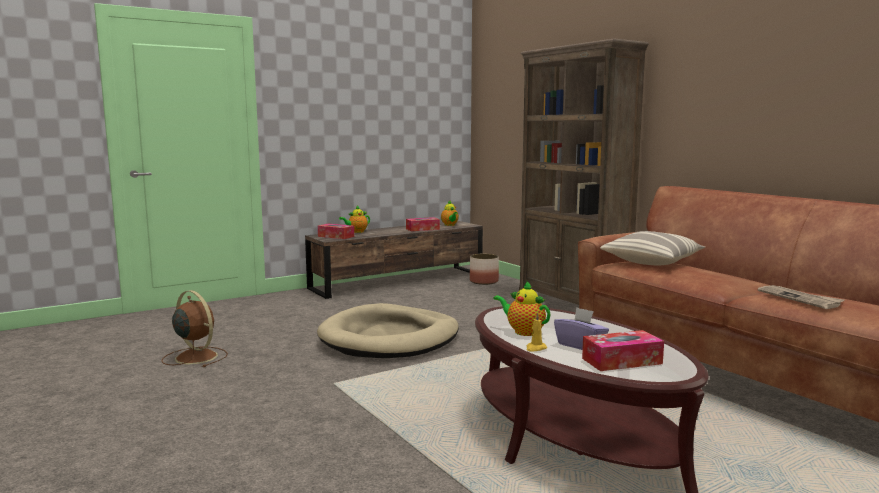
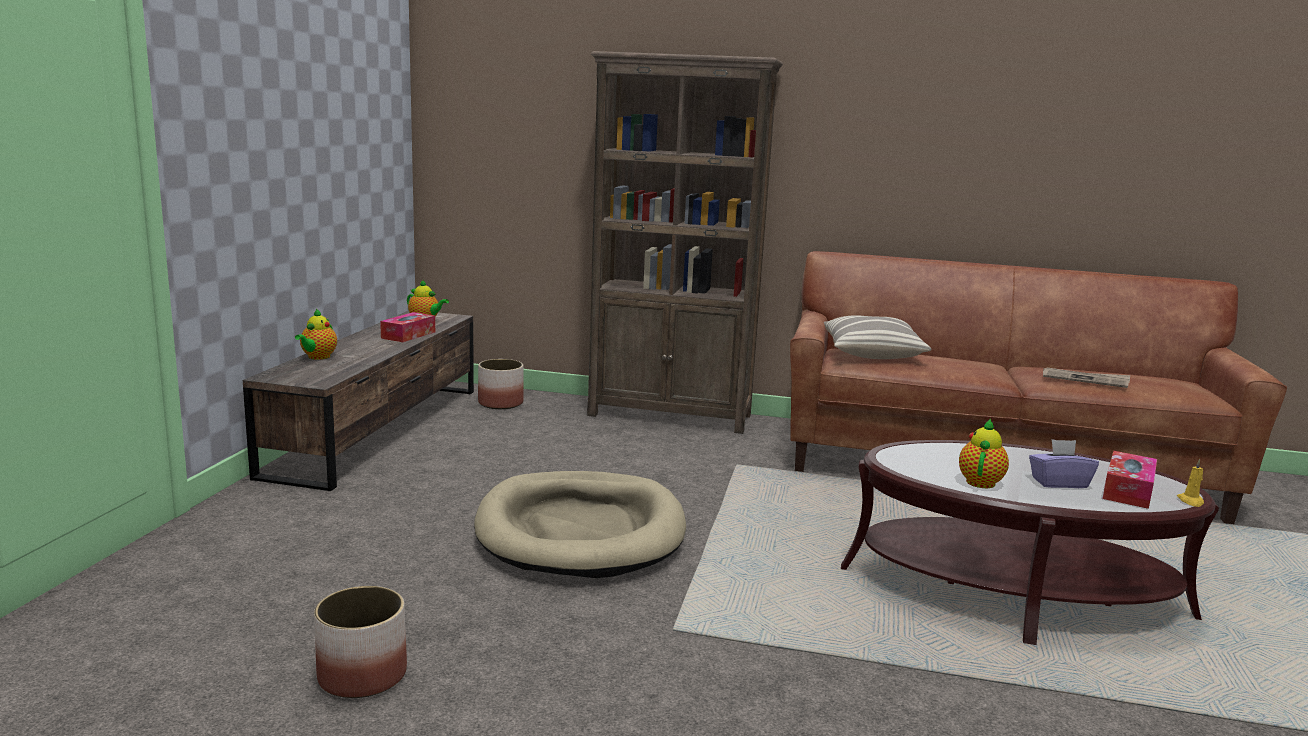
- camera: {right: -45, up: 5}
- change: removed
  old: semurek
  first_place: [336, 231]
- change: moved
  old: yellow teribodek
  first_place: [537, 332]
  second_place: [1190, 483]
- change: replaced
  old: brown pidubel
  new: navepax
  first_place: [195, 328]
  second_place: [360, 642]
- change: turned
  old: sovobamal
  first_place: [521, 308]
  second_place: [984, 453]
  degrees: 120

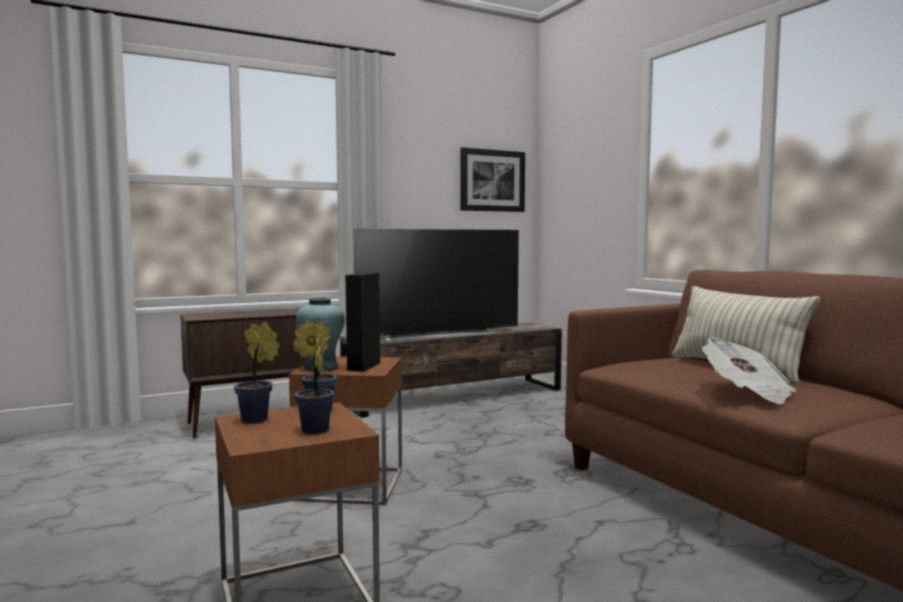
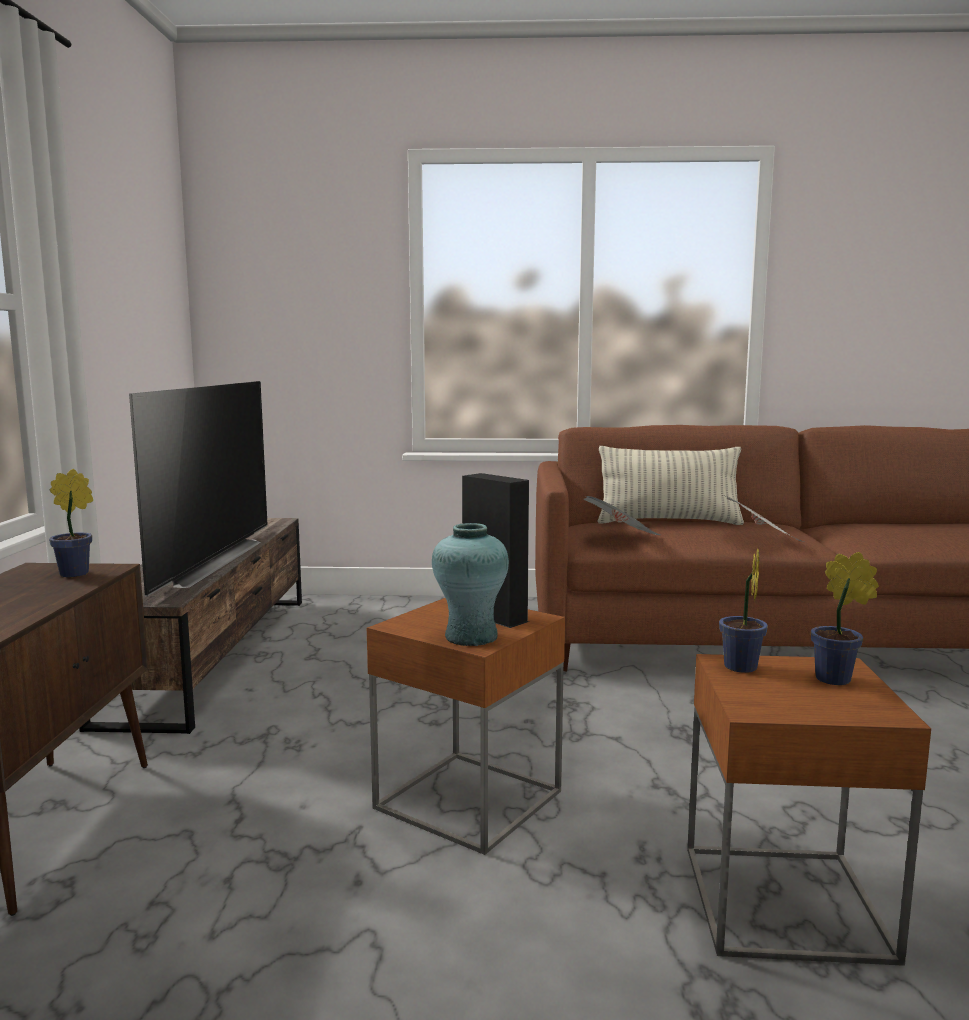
- camera: {right: -60, up: 5}
- change: removed
  old: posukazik
  first_place: [492, 179]
- change: added
  new: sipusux
  second_place: [622, 515]
- change: moved
  old: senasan
  first_place: [257, 373]
  second_place: [71, 523]

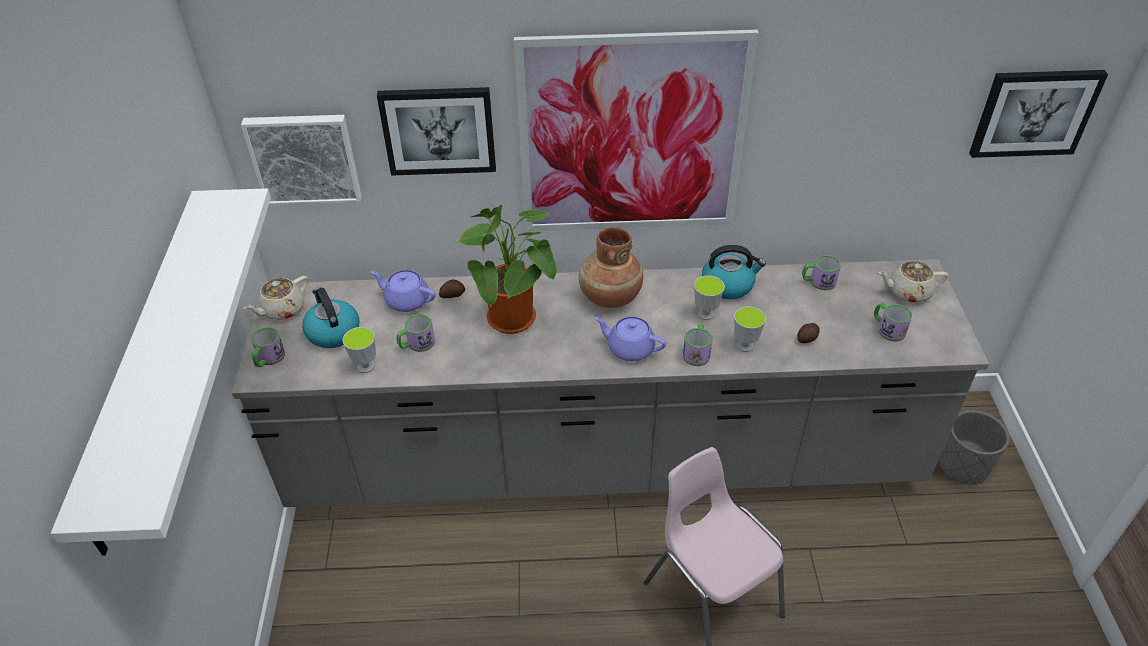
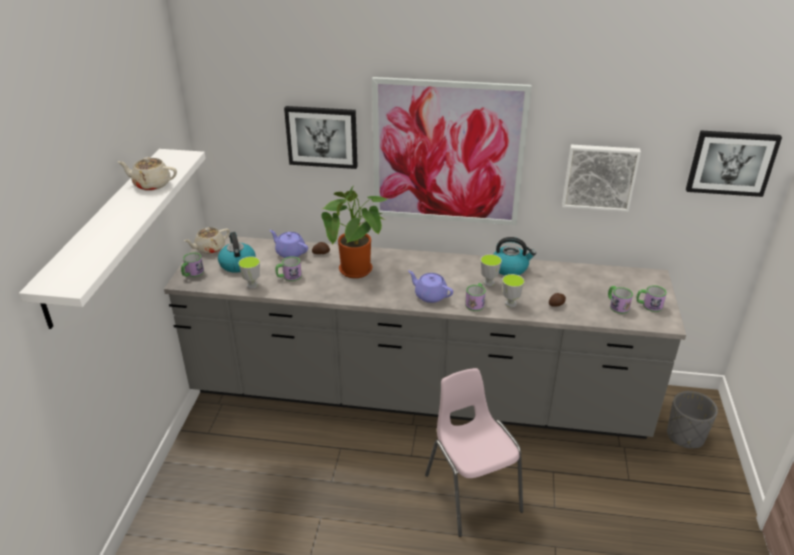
- camera: {right: 10, up: -10}
- change: removed
  old: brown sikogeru
  first_place: [611, 267]
- change: moved
  old: posukazik
  first_place: [301, 160]
  second_place: [601, 178]
- change: moved
  old: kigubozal
  first_place: [821, 272]
  second_place: [651, 298]
- change: moved
  old: beige sovobamal
  first_place: [913, 281]
  second_place: [147, 174]

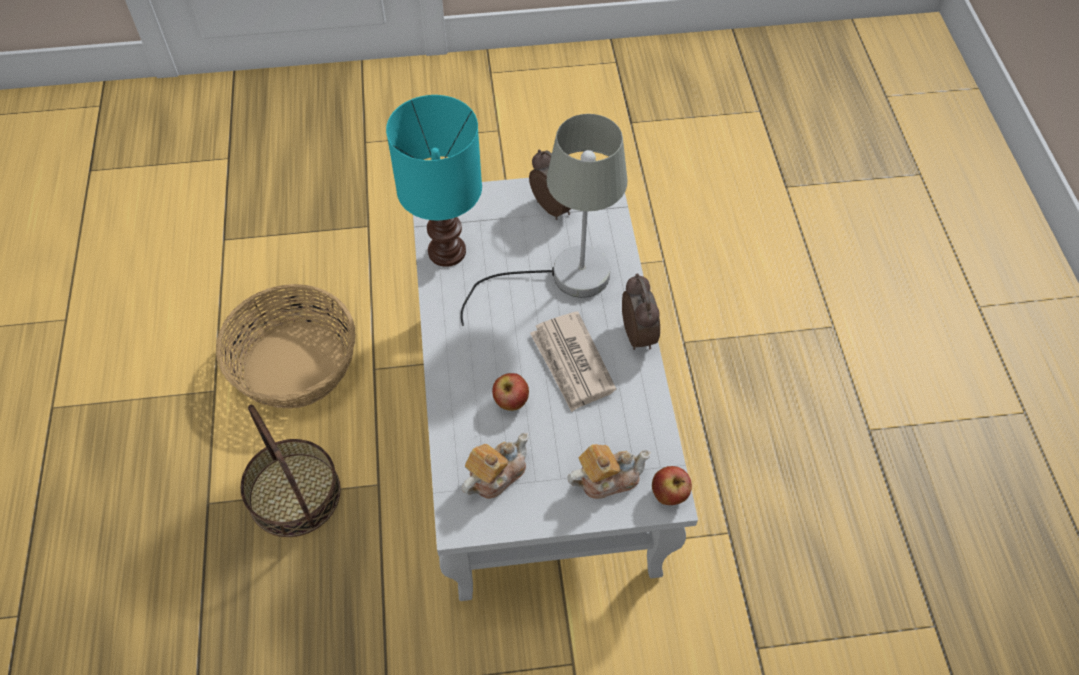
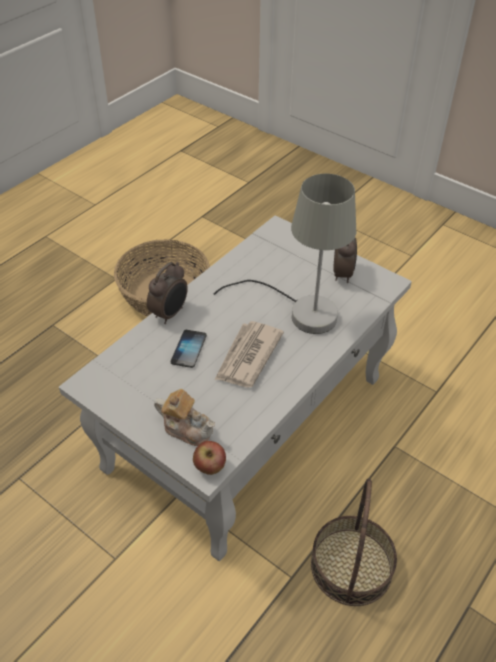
- camera: {right: 45, up: -10}
- change: removed
  old: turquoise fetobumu
  first_place: [434, 181]
- change: removed
  old: sovobamal
  first_place: [495, 465]
- change: moved
  old: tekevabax
  first_place: [291, 471]
  second_place: [354, 542]
- change: moved
  old: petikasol
  first_place: [641, 311]
  second_place: [167, 293]
- change: replaced
  old: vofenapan
  new: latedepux
  first_place: [510, 392]
  second_place: [189, 349]

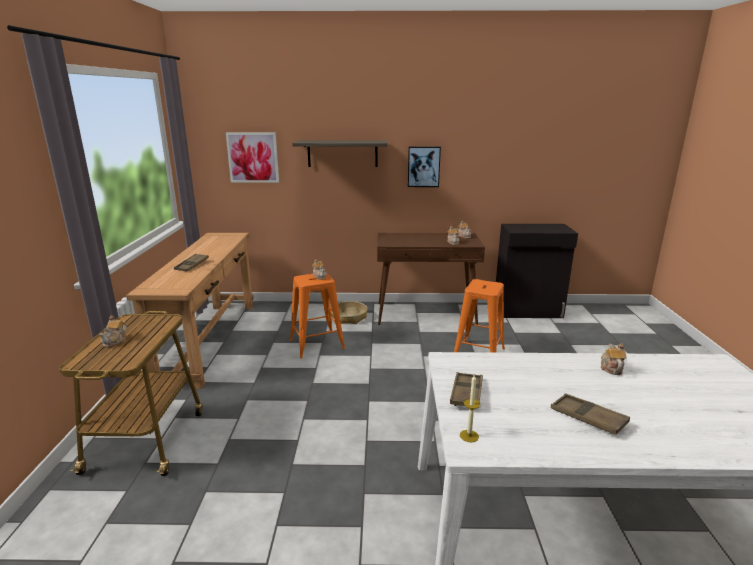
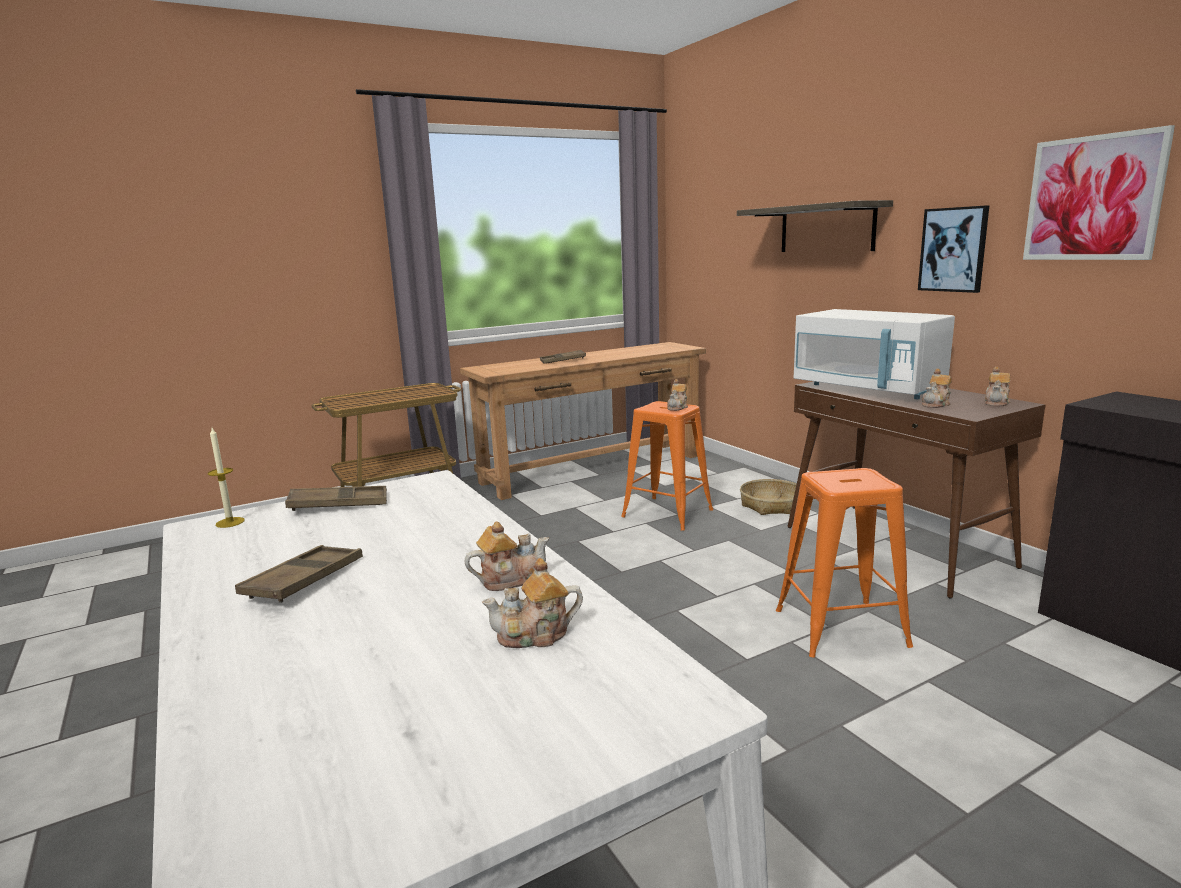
- camera: {right: 60, up: -5}
- change: added
  new: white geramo
  second_place: [874, 354]
- change: moved
  old: sovobamal
  first_place: [113, 331]
  second_place: [532, 603]
- change: moved
  old: posukazik
  first_place: [252, 158]
  second_place: [1099, 192]

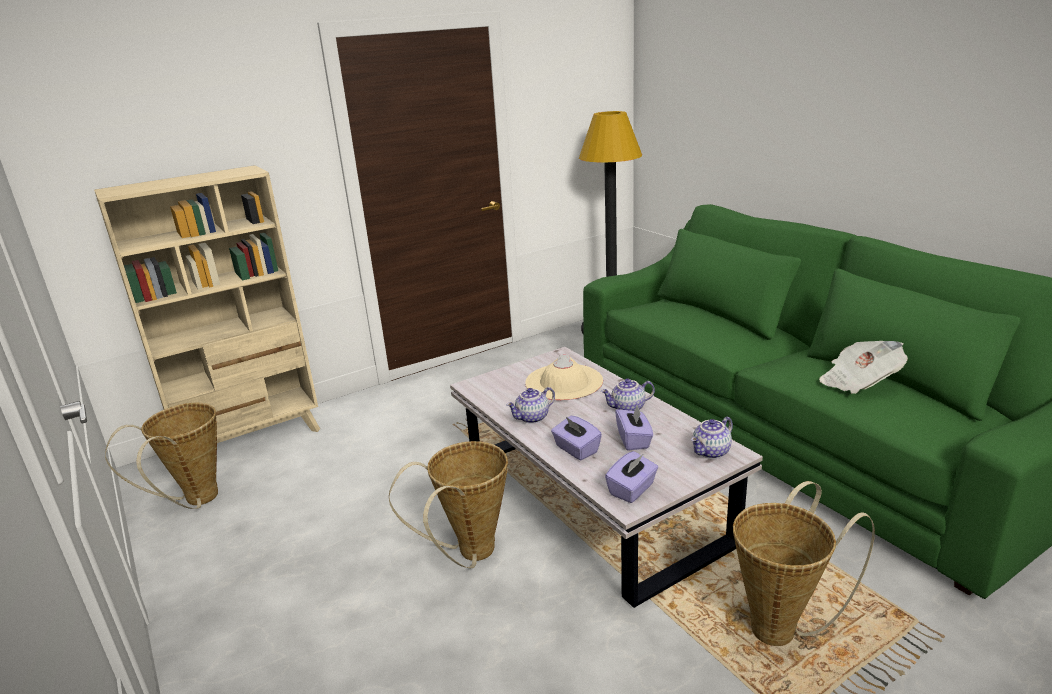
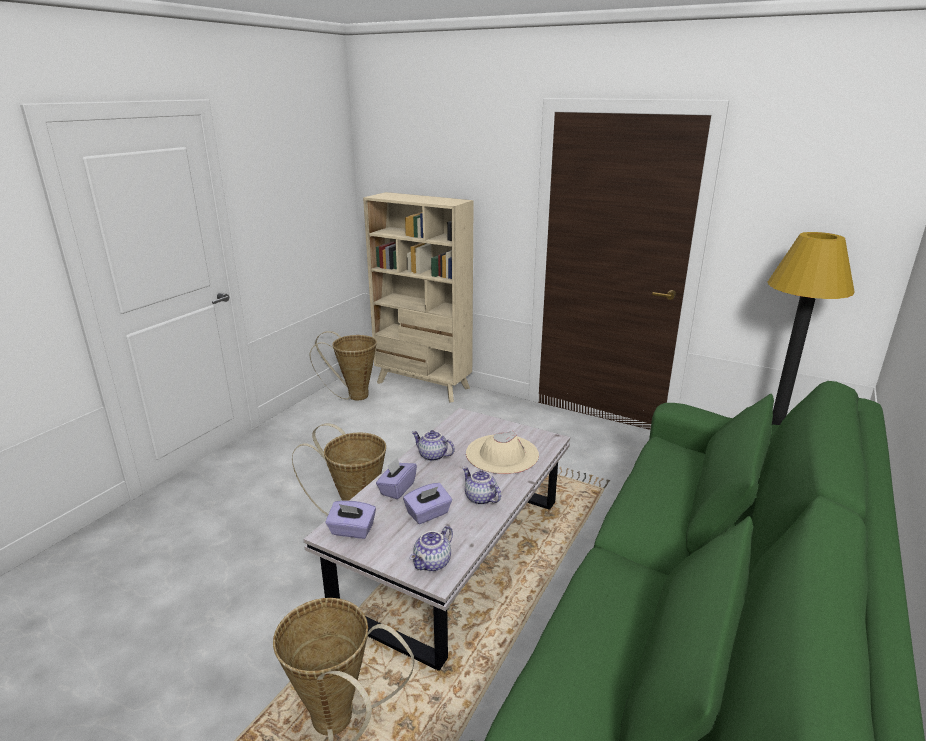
- camera: {right: 60, up: 0}
- change: removed
  old: sipusux
  first_place: [863, 367]
- change: turned
  old: sovobamal
  first_place: [712, 438]
  second_place: [431, 549]
  degrees: -75

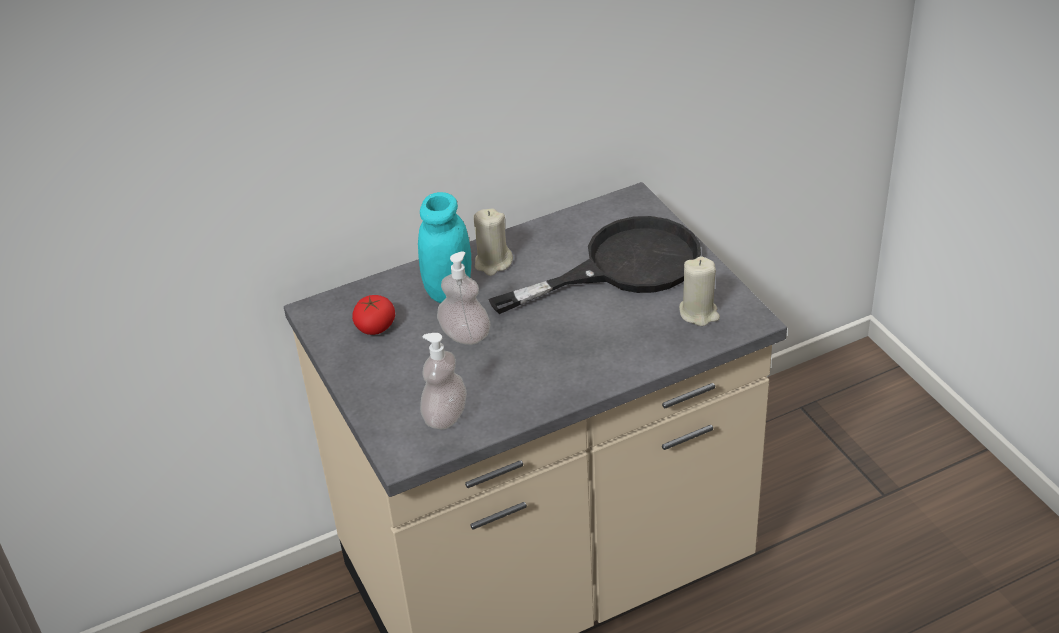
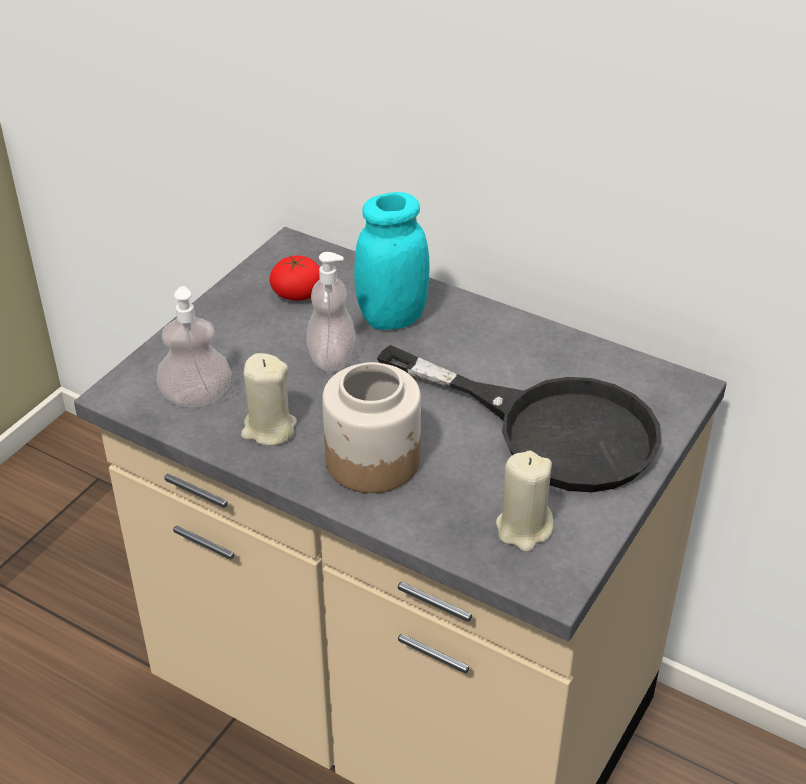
- camera: {right: 55, up: 0}
- change: added
  new: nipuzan
  second_place: [371, 427]
- change: moved
  old: beige teribodek
  first_place: [493, 242]
  second_place: [269, 399]

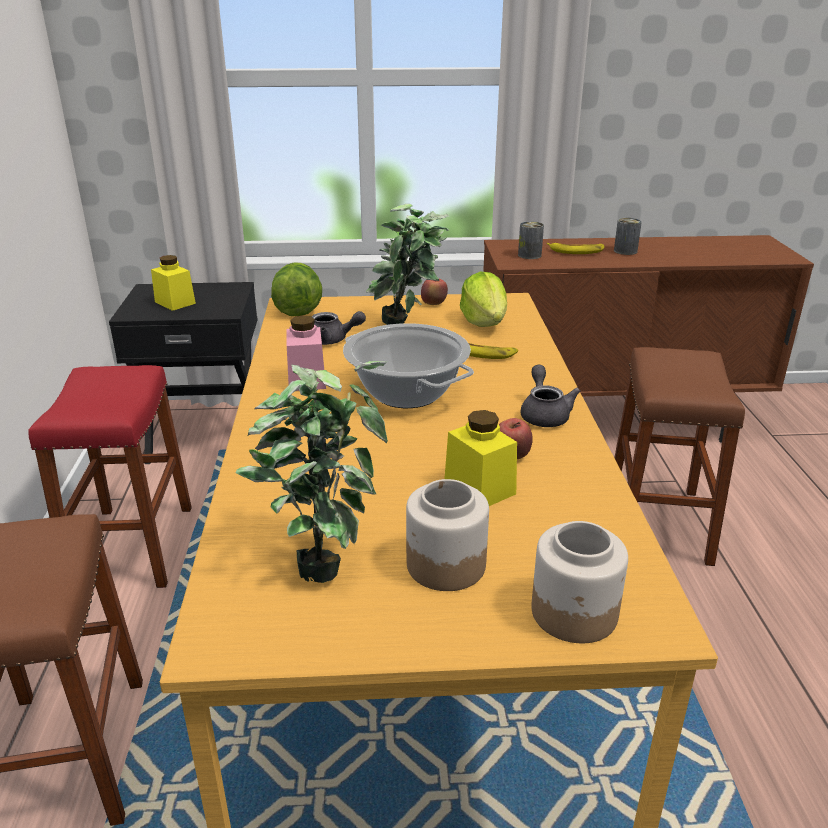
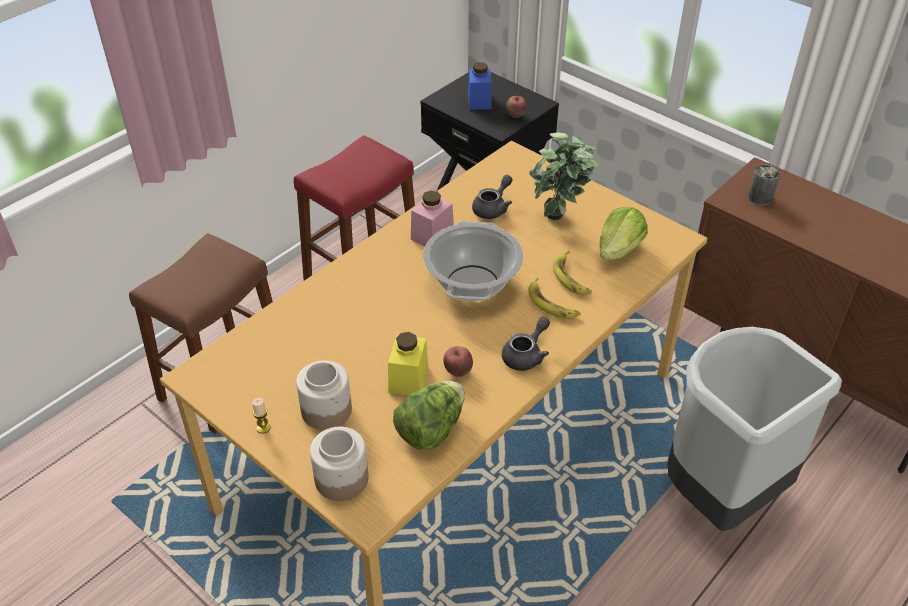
- camera: {right: 45, up: 15}
- change: removed
  old: senasan
  first_place: [312, 472]
- change: removed
  old: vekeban
  first_place: [628, 236]
- change: added
  new: teribodek
  second_place: [261, 416]
- change: moved
  old: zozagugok
  first_place: [296, 289]
  second_place: [429, 415]
- change: moved
  old: vofenapan
  first_place: [434, 292]
  second_place: [516, 106]
- change: moved
  old: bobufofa
  first_place: [576, 248]
  second_place: [554, 298]
- change: replaced
  old: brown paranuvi
  new: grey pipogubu
  first_place: [679, 456]
  second_place: [755, 429]
- change: recoloured
  old: yellow nipuzan
  new: blue nipuzan
  first_place: [173, 283]
  second_place: [480, 86]
- change: turned
  old: grey sovobamal
  first_place: [339, 328]
  second_place: [492, 197]
  degrees: -105

